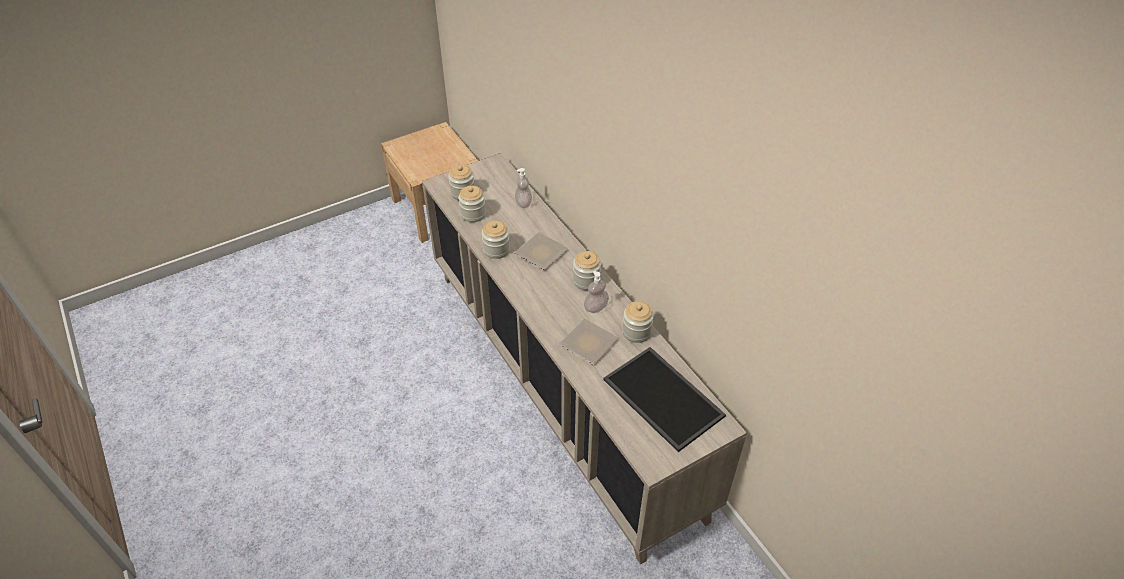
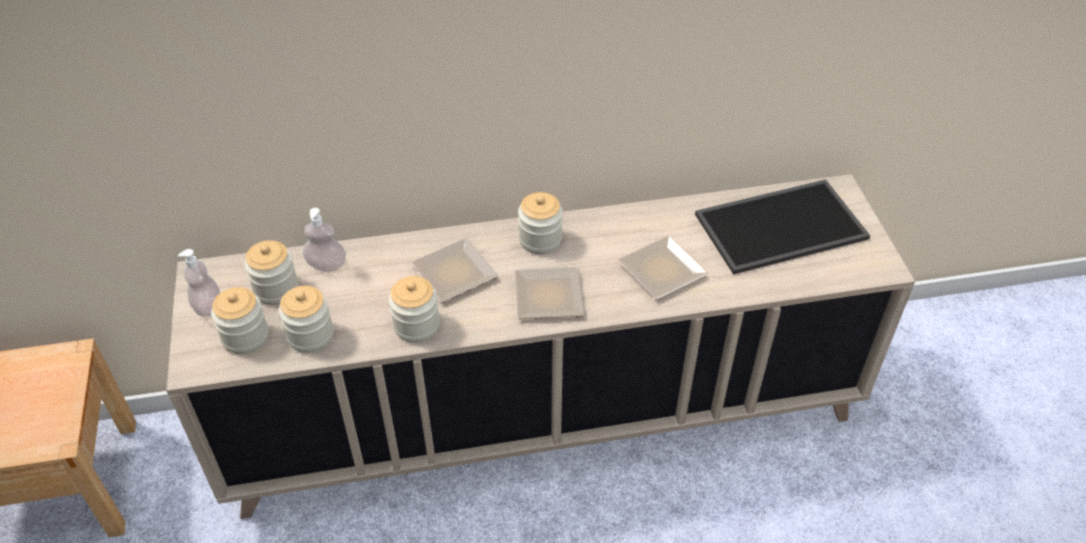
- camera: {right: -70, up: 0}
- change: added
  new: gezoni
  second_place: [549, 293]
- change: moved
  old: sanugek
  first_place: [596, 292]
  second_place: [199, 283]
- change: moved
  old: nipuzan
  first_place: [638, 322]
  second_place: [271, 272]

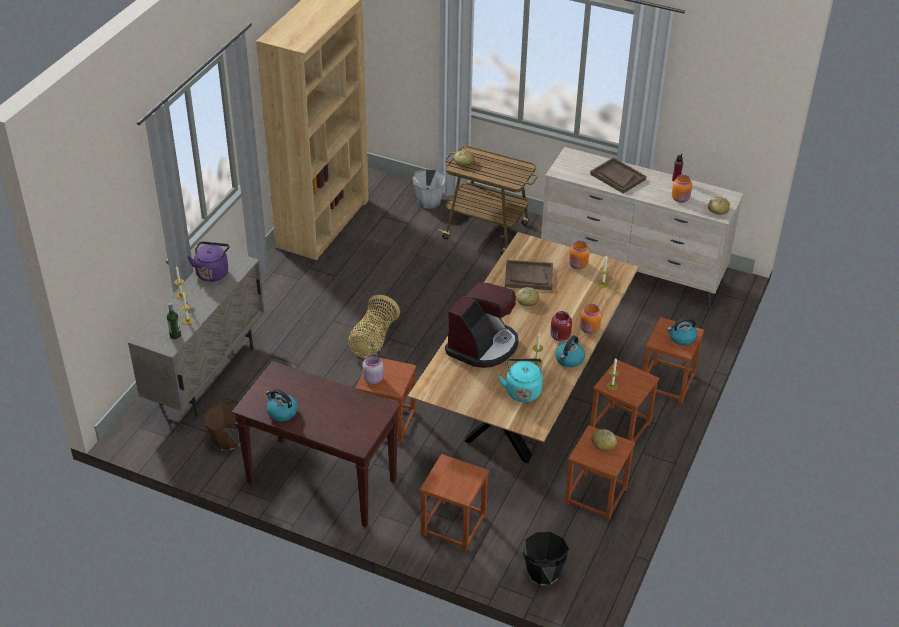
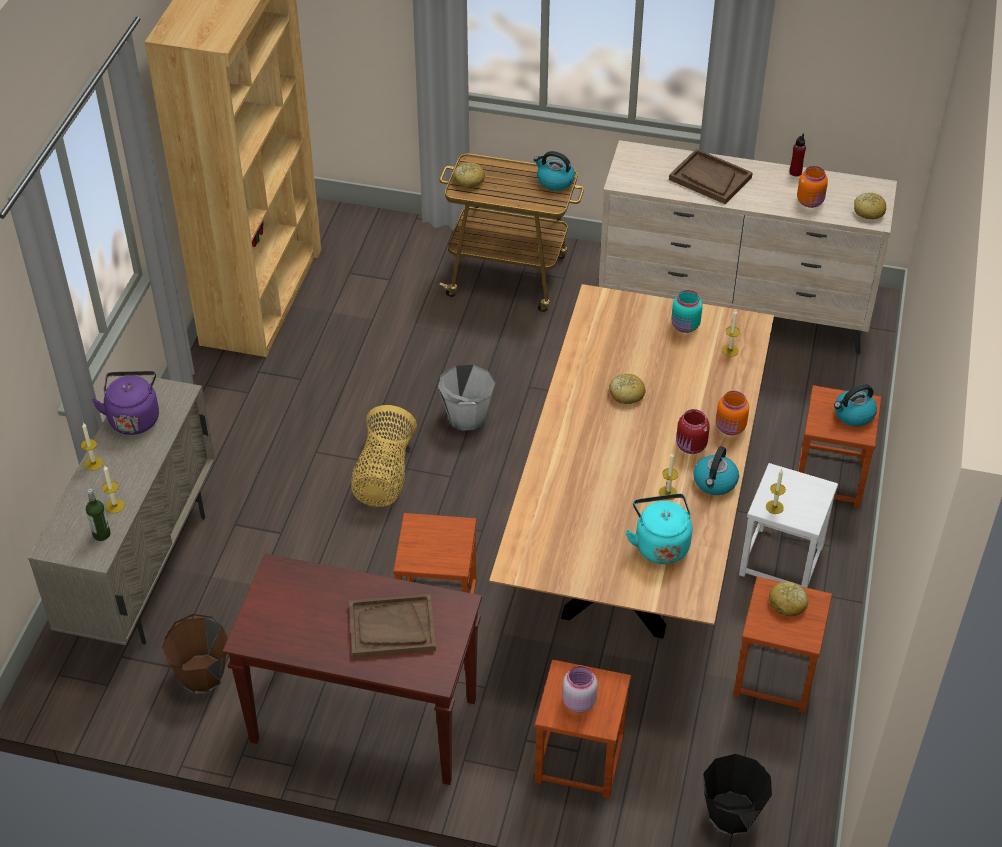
- camera: {right: -10, up: 5}
- change: removed
  old: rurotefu
  first_place: [482, 325]
- change: moved
  old: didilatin
  first_place: [282, 405]
  second_place: [554, 171]
- change: moved
  old: pink nipuzan
  first_place: [373, 369]
  second_place: [580, 689]
- change: moved
  old: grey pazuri
  first_place: [429, 189]
  second_place: [466, 398]
- change: moved
  old: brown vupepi
  first_place: [529, 275]
  second_place: [392, 626]
- change: recoloured
  old: orange nipuzan
  new: turquoise nipuzan
  first_place: [579, 255]
  second_place: [687, 311]
- change: recoloured
  old: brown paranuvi
  new: white paranuvi
  first_place: [624, 401]
  second_place: [788, 525]

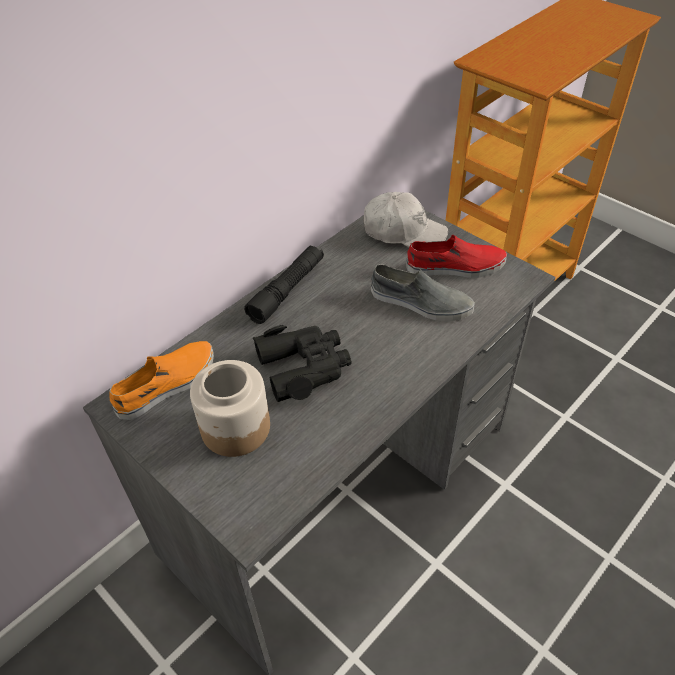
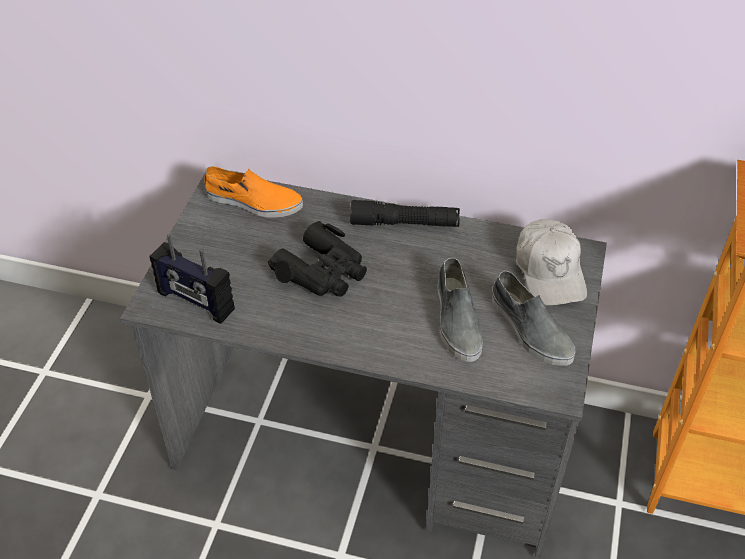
- camera: {right: 60, up: 0}
- change: removed
  old: nipuzan
  first_place: [230, 408]
- change: added
  new: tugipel
  second_place: [192, 279]
- change: recoloured
  old: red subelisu
  new: grey subelisu
  first_place: [456, 256]
  second_place: [533, 318]

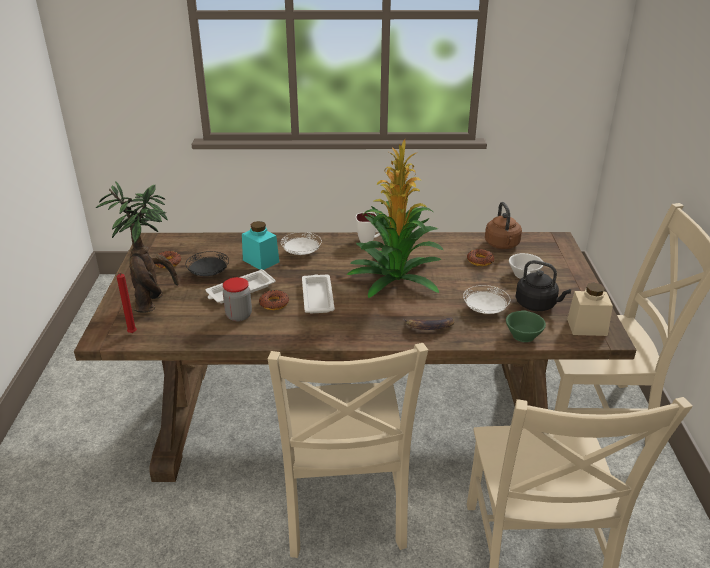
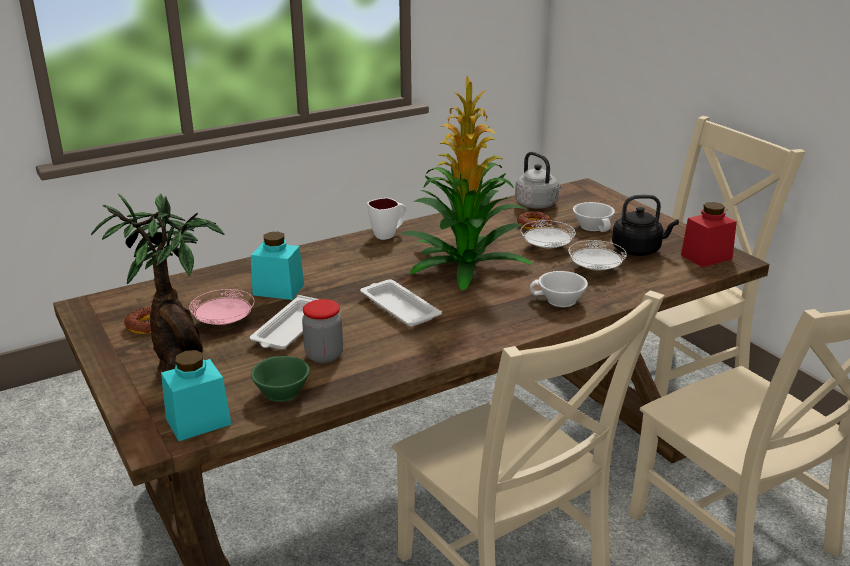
- camera: {right: -30, up: -5}
- change: removed
  old: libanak
  first_place: [274, 300]
- change: moved
  old: white gezoni
  first_place: [301, 243]
  second_place: [548, 234]
- change: moved
  old: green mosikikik
  first_place: [526, 326]
  second_place: [280, 379]
- change: replaced
  old: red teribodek
  new: turquoise nipuzan
  first_place: [127, 303]
  second_place: [196, 395]
- change: replaced
  old: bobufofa
  new: white mosikikik
  first_place: [428, 324]
  second_place: [559, 289]
- change: recoloured
  old: black gezoni
  new: pink gezoni
  first_place: [207, 263]
  second_place: [222, 307]
- change: recoloured
  old: brown didilatin
  new: grey didilatin
  first_place: [503, 225]
  second_place: [538, 180]
- change: recoloured
  old: beige nipuzan
  new: red nipuzan
  first_place: [590, 309]
  second_place: [709, 234]

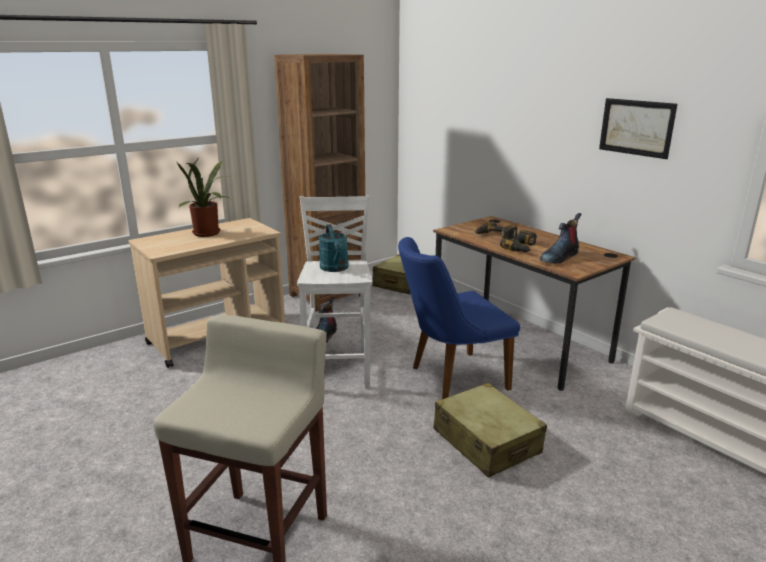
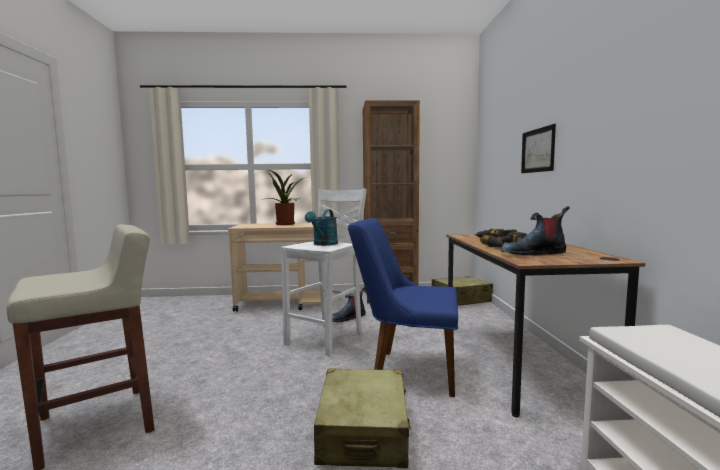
- camera: {right: 35, up: -15}
- change: moved
  old: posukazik
  first_place: [638, 128]
  second_place: [538, 148]

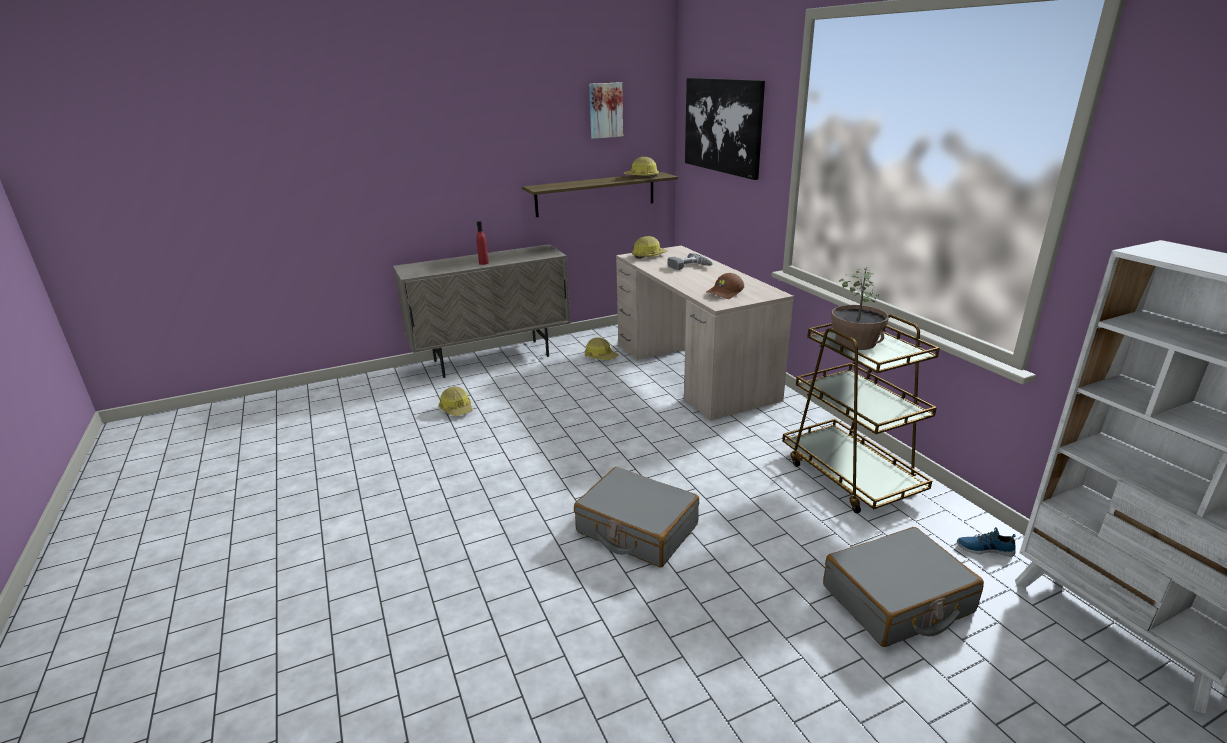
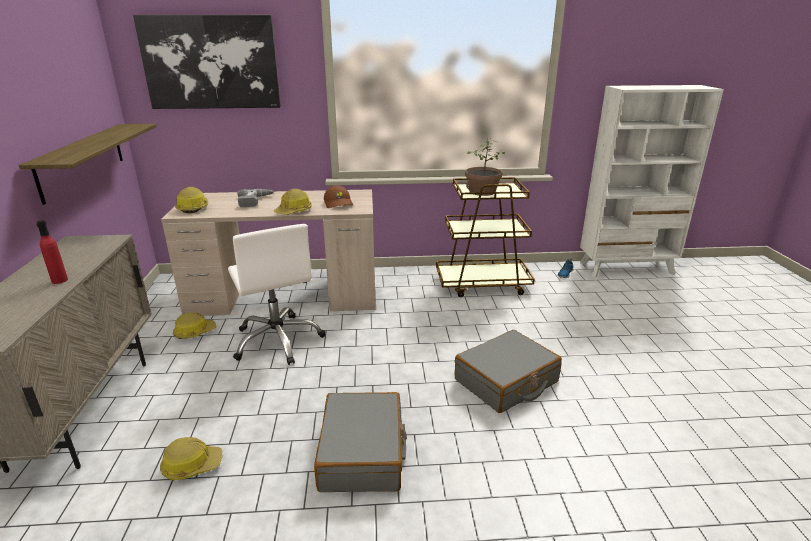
- camera: {right: -70, up: 0}
- change: removed
  old: posukazik
  first_place: [606, 110]
- change: added
  new: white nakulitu
  second_place: [276, 294]
- change: moved
  old: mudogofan
  first_place: [641, 167]
  second_place: [293, 202]
- change: moved
  old: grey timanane
  first_place: [903, 587]
  second_place: [360, 442]

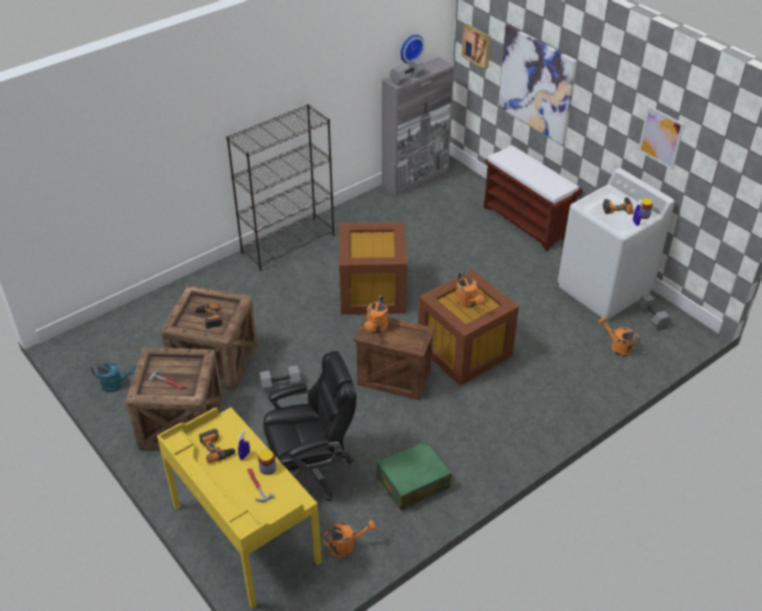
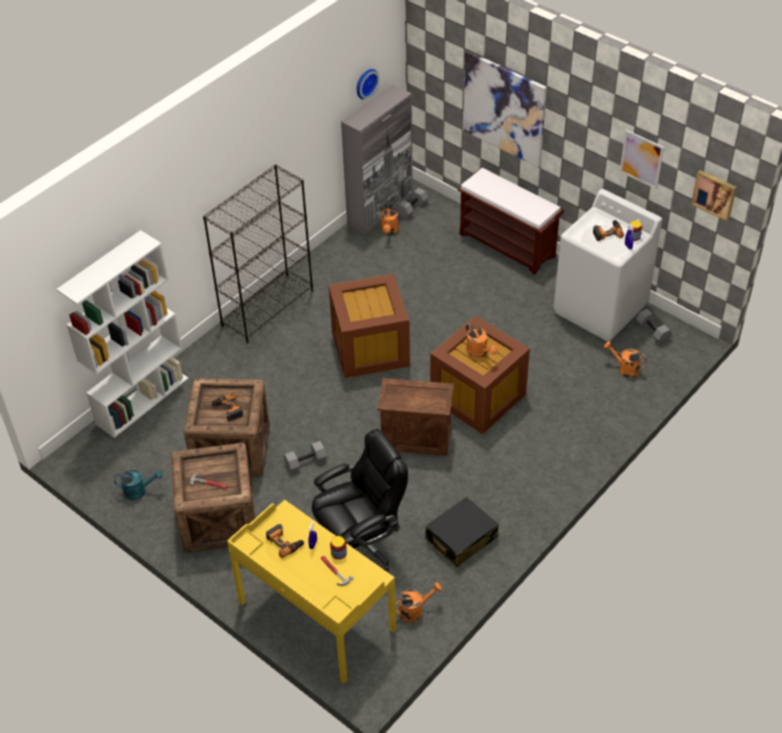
- camera: {right: -10, up: 5}
- change: added
  new: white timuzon
  second_place: [122, 334]
- change: moved
  old: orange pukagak
  first_place: [376, 314]
  second_place: [390, 219]
- change: moved
  old: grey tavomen
  first_place: [407, 71]
  second_place: [412, 203]
- change: moved
  old: posukazik
  first_place: [476, 47]
  second_place: [714, 195]
- change: recoloured
  old: green timanane
  new: black timanane
  first_place: [414, 475]
  second_place: [461, 532]

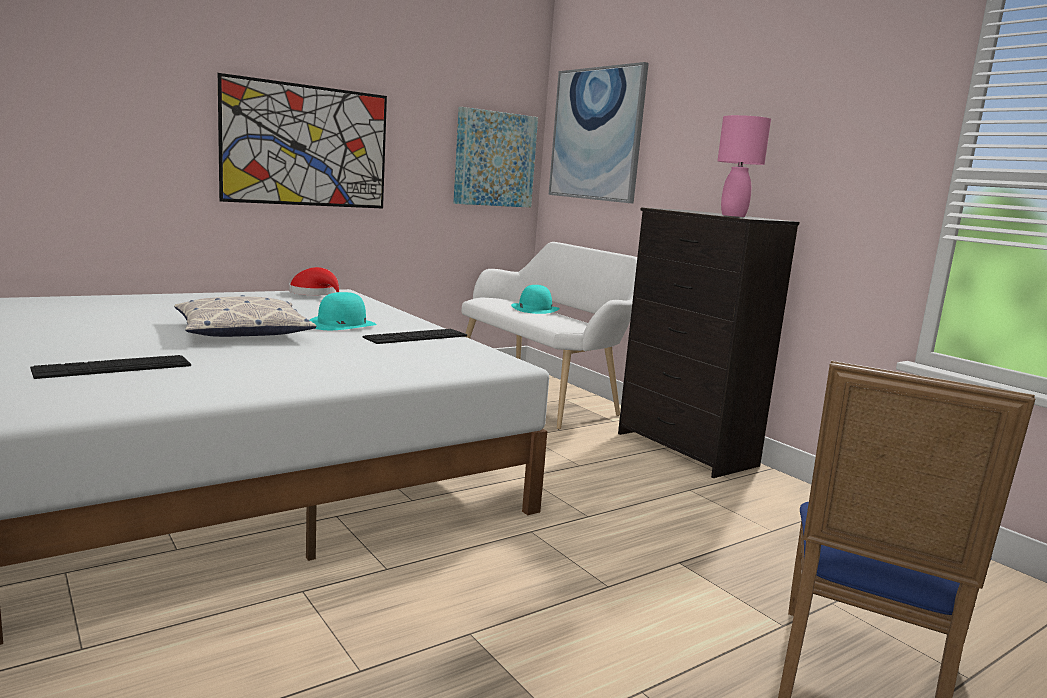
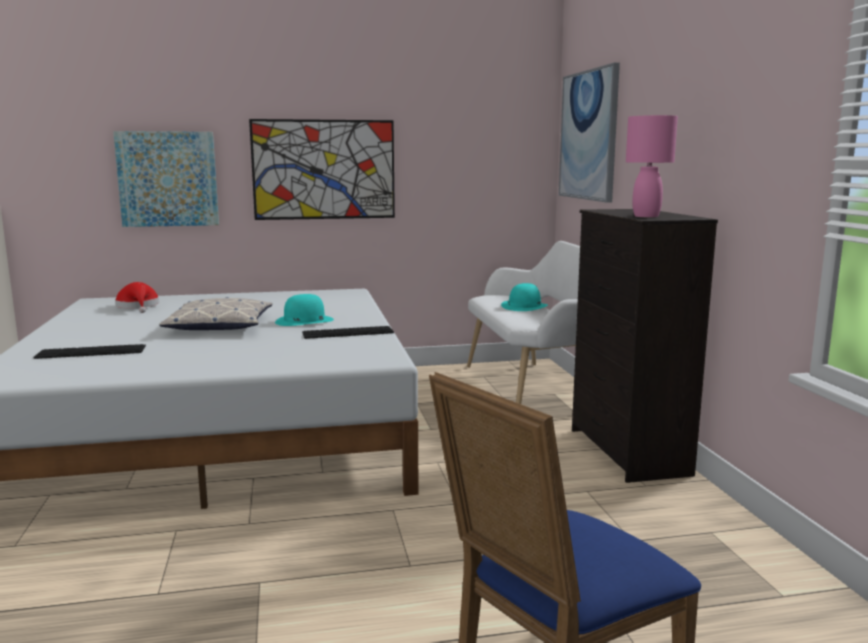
- camera: {right: 25, up: 0}
- change: moved
  old: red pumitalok
  first_place: [314, 281]
  second_place: [137, 297]
- change: moved
  old: posukazik
  first_place: [495, 157]
  second_place: [166, 179]

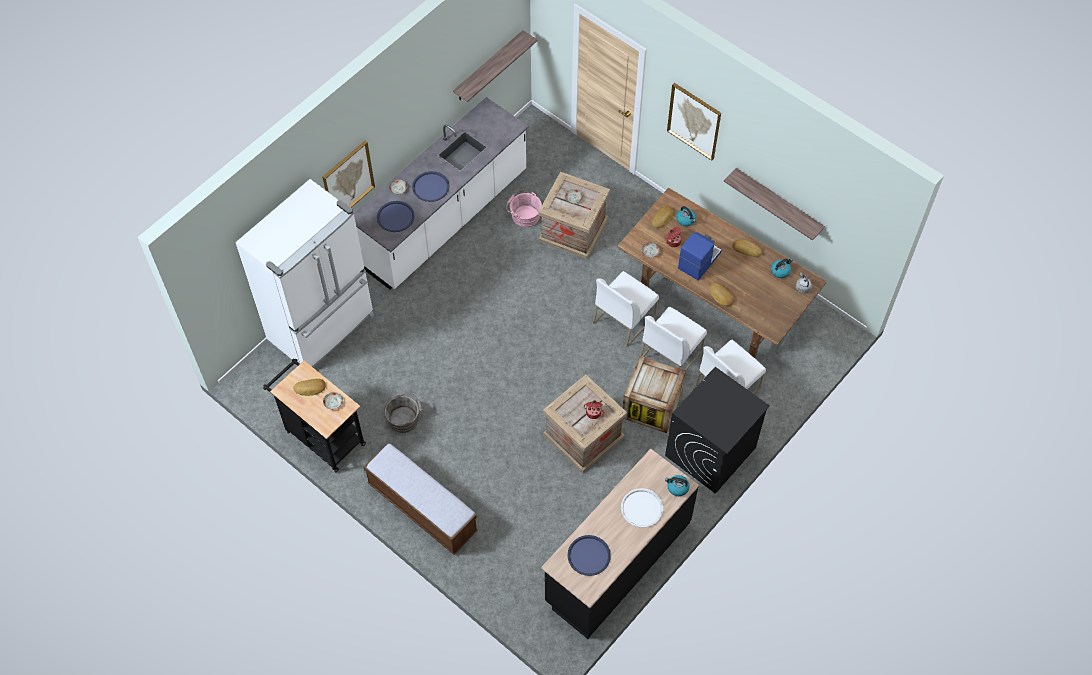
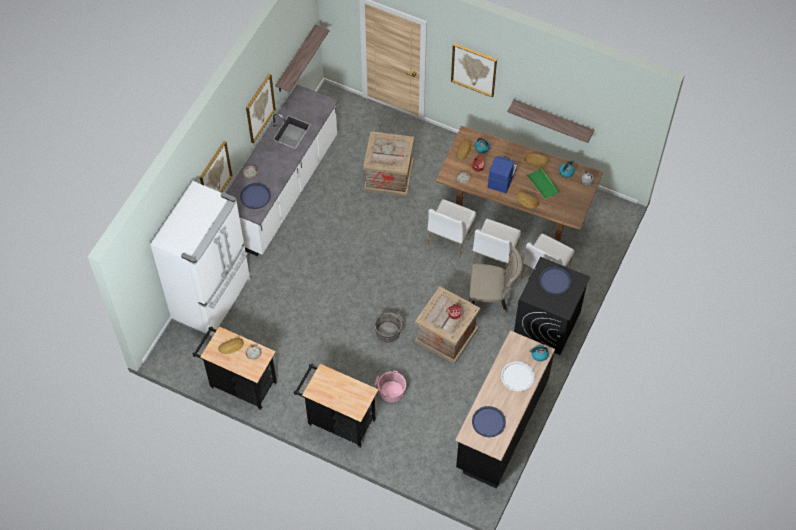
- camera: {right: -15, up: 0}
- change: added
  new: posukazik
  second_place: [261, 109]
- change: added
  new: green vupepi
  second_place: [542, 183]
- change: moved
  old: grey pazuri
  first_place: [403, 413]
  second_place: [389, 326]
- change: moved
  old: blue vupepi
  first_place: [430, 186]
  second_place: [555, 280]
- change: moved
  old: pink pazuri
  first_place: [524, 209]
  second_place: [390, 386]
- change: replaced
  old: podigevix
  new: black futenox
  first_place: [421, 499]
  second_place: [336, 406]
- change: replaced
  old: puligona
  new: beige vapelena
  first_place: [654, 394]
  second_place: [495, 280]

